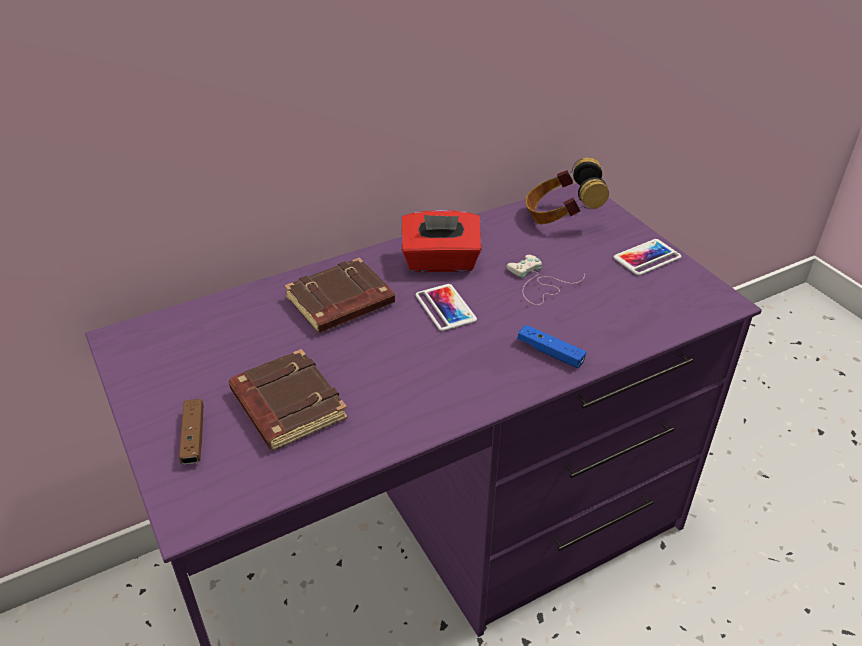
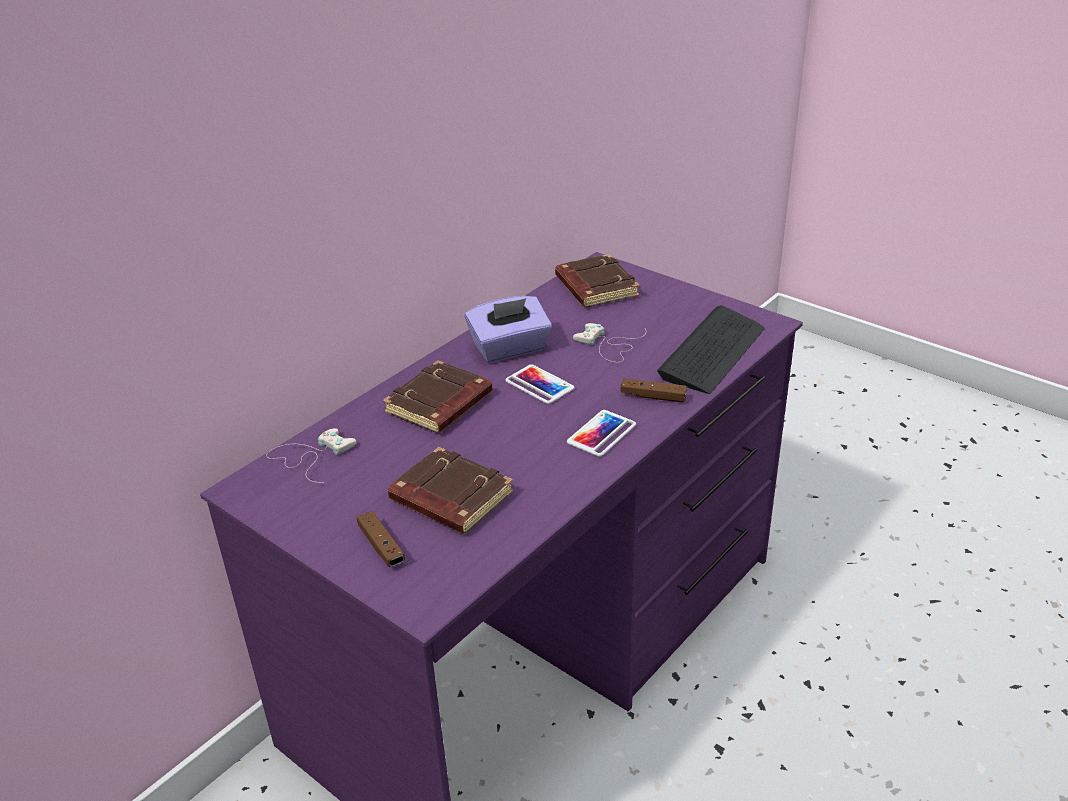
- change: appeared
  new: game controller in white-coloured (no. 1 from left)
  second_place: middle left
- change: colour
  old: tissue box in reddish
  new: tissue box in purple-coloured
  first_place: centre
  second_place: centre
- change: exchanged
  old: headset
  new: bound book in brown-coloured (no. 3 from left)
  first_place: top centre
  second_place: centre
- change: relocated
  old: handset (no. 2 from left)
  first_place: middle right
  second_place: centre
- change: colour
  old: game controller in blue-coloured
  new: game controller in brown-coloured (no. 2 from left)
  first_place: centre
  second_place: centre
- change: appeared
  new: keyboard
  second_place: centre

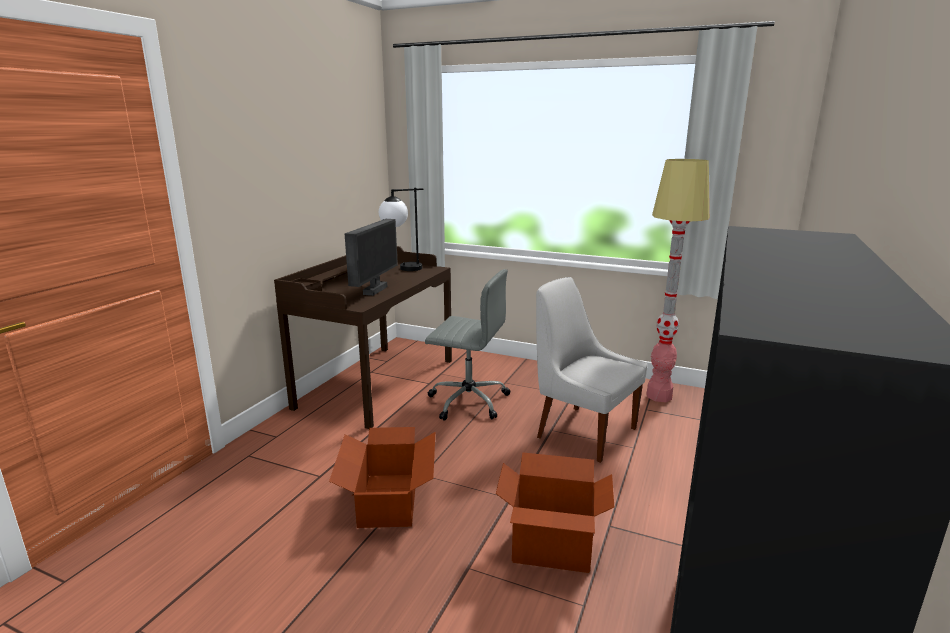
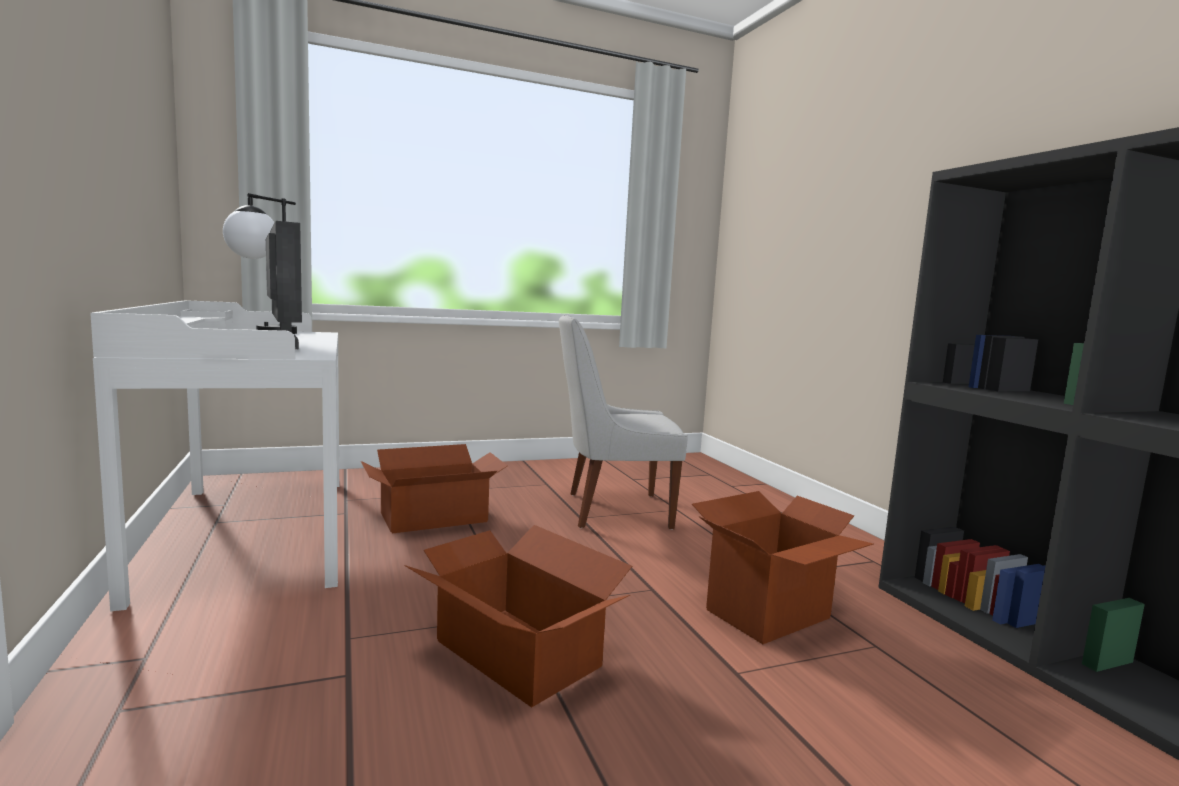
- change: colour
  old: desk unit in brown-coloured
  new: desk unit in white-coloured
  first_place: centre
  second_place: middle left
- change: exchanged
  old: office chair in greyish
  new: packing box (no. 1 from left)
  first_place: centre
  second_place: centre
- change: missing
  old: standing lamp
  first_place: middle right

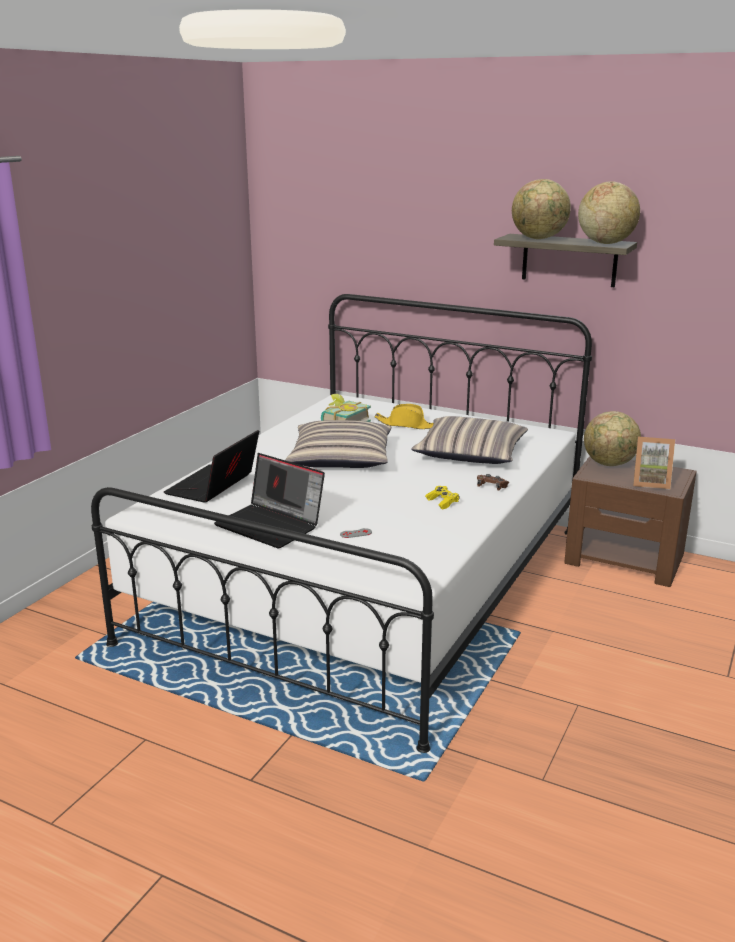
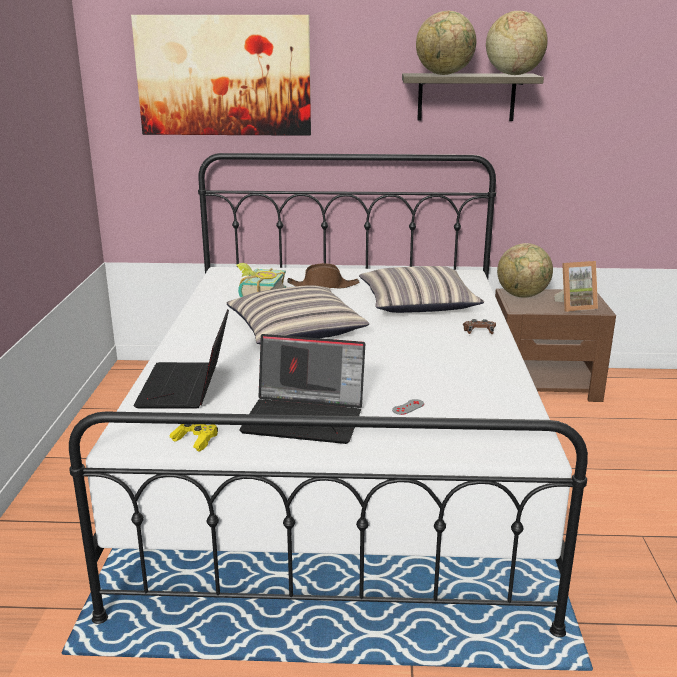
- change: appeared
  new: wall art
  second_place: top left
- change: relocated
  old: game controller in yellow-coloured
  first_place: centre
  second_place: middle left
- change: colour
  old: hat in yellow-coloured
  new: hat in brown-coloured
  first_place: centre
  second_place: centre

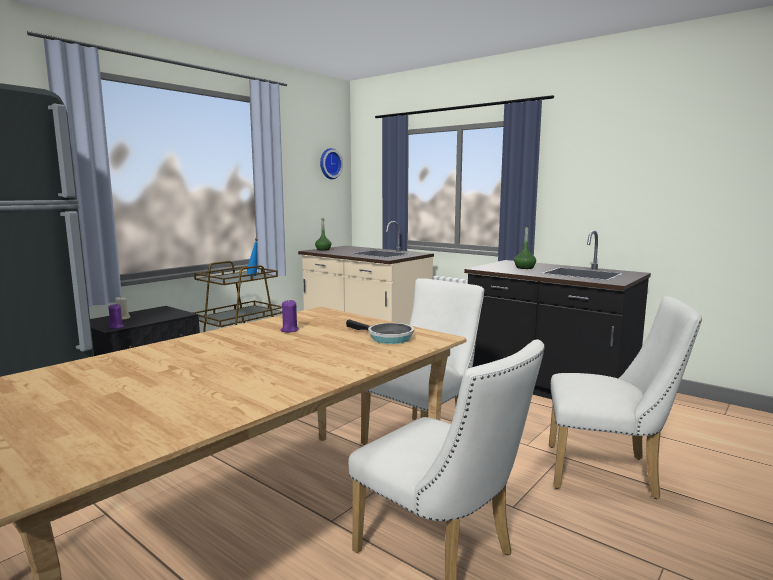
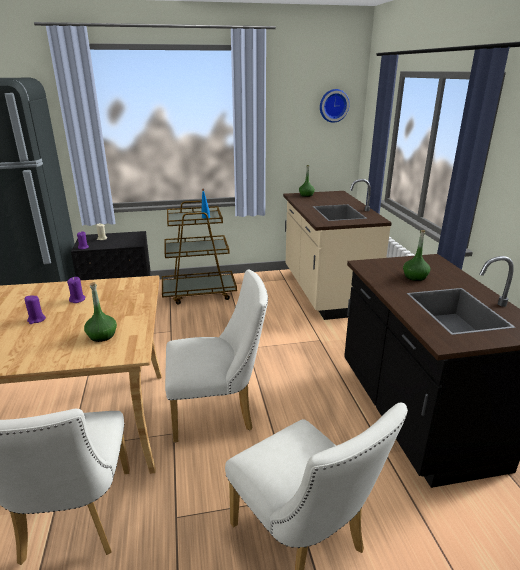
- change: appeared
  new: candle in purple-coloured (no. 1 from left)
  second_place: middle left
- change: exchanged
  old: skillet
  new: drink bottle in greenish (no. 1 from left)
  first_place: centre
  second_place: middle left

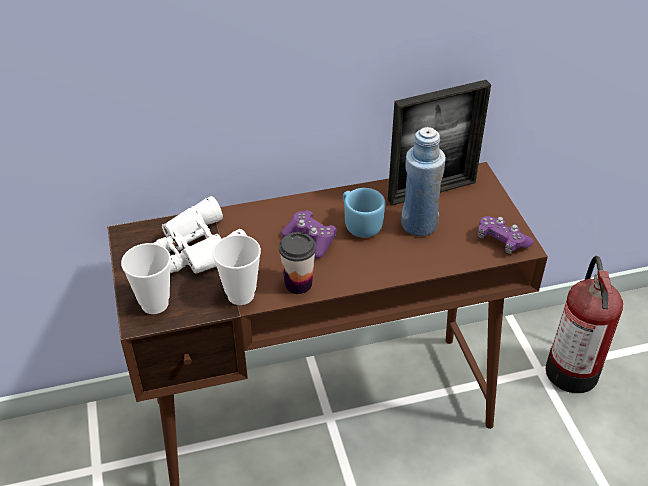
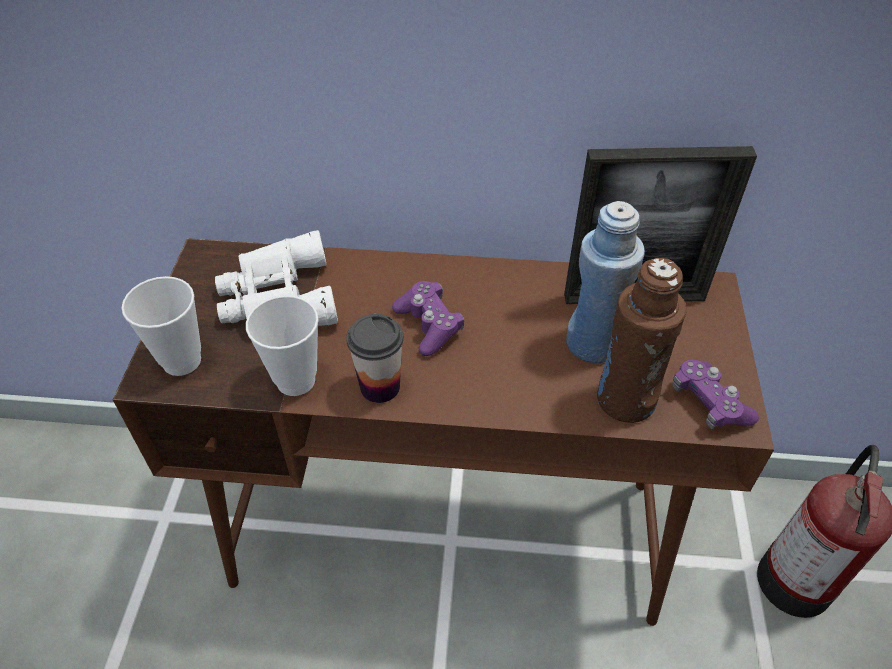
- change: appeared
  new: drink bottle in brown-coloured
  second_place: middle right
- change: missing
  old: tea mug in blue-coloured
  first_place: centre

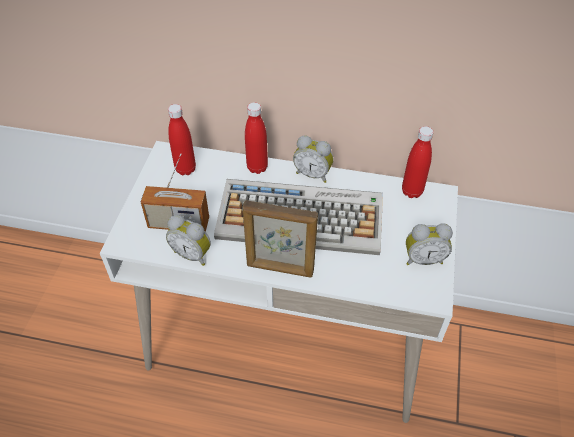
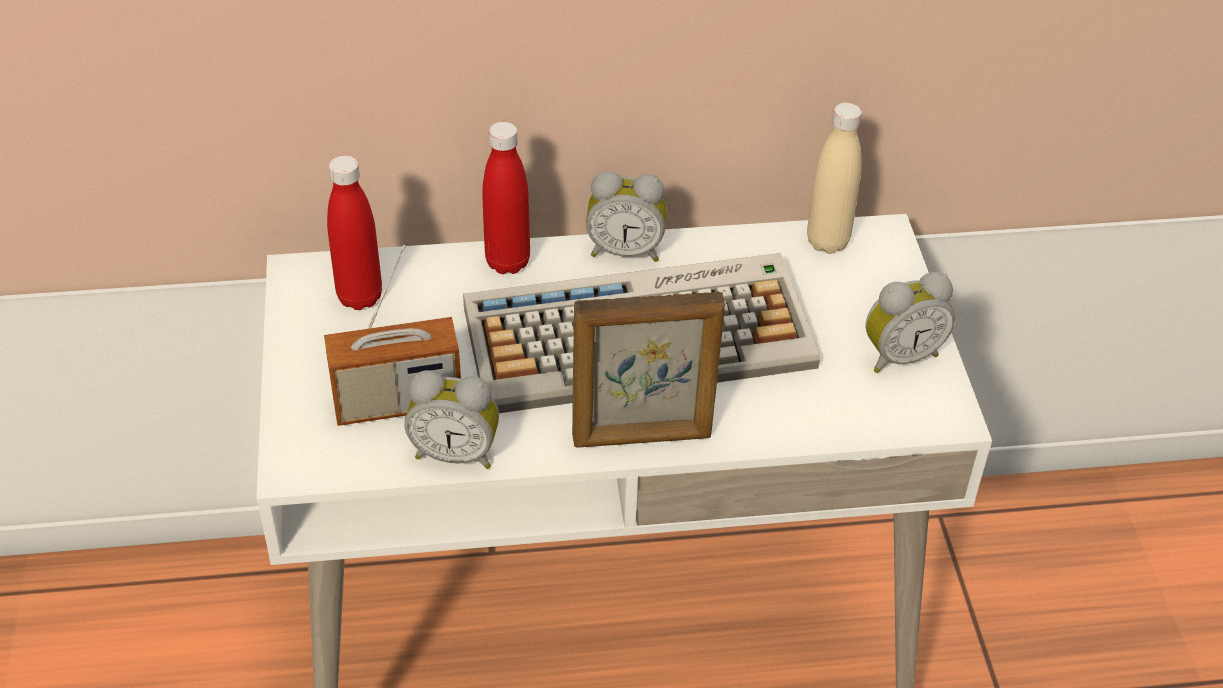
- change: colour
  old: drink bottle in reddish (no. 3 from left)
  new: drink bottle in beige
  first_place: middle right
  second_place: top right

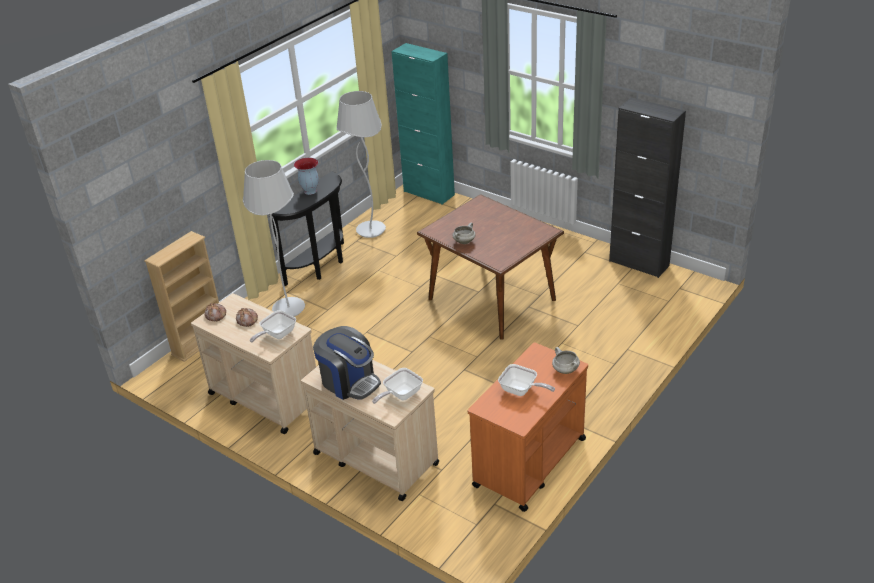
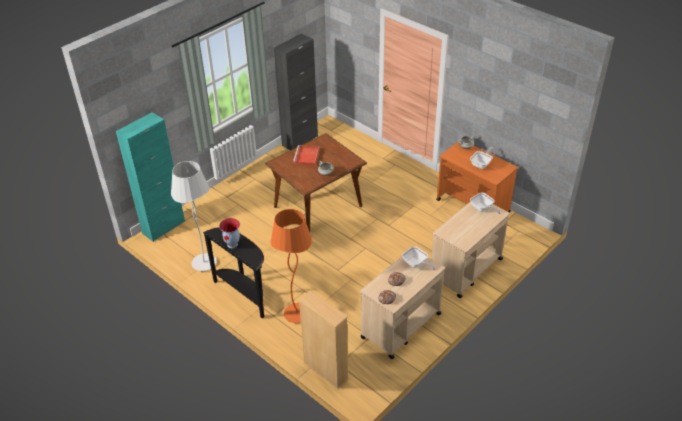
- change: colour
  old: standing lamp in white-coloured (no. 1 from left)
  new: standing lamp in orangey
  first_place: middle left
  second_place: centre
- change: appeared
  new: tray in reddish
  second_place: centre
- change: missing
  old: coffee machine
  first_place: centre

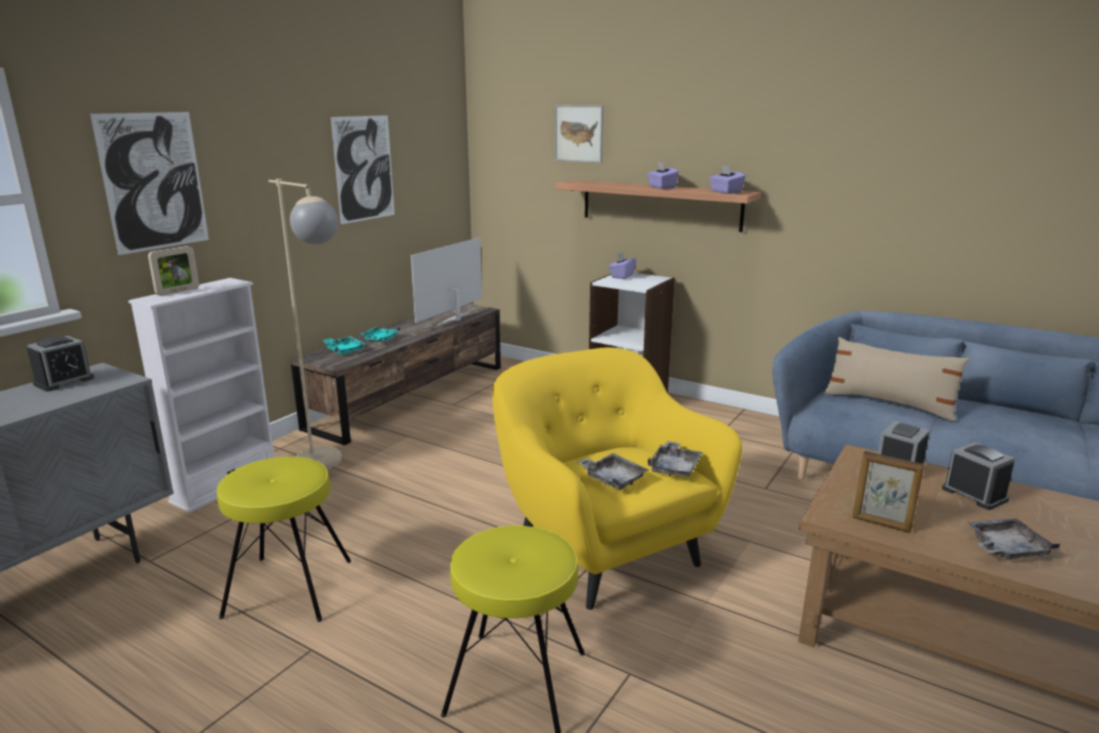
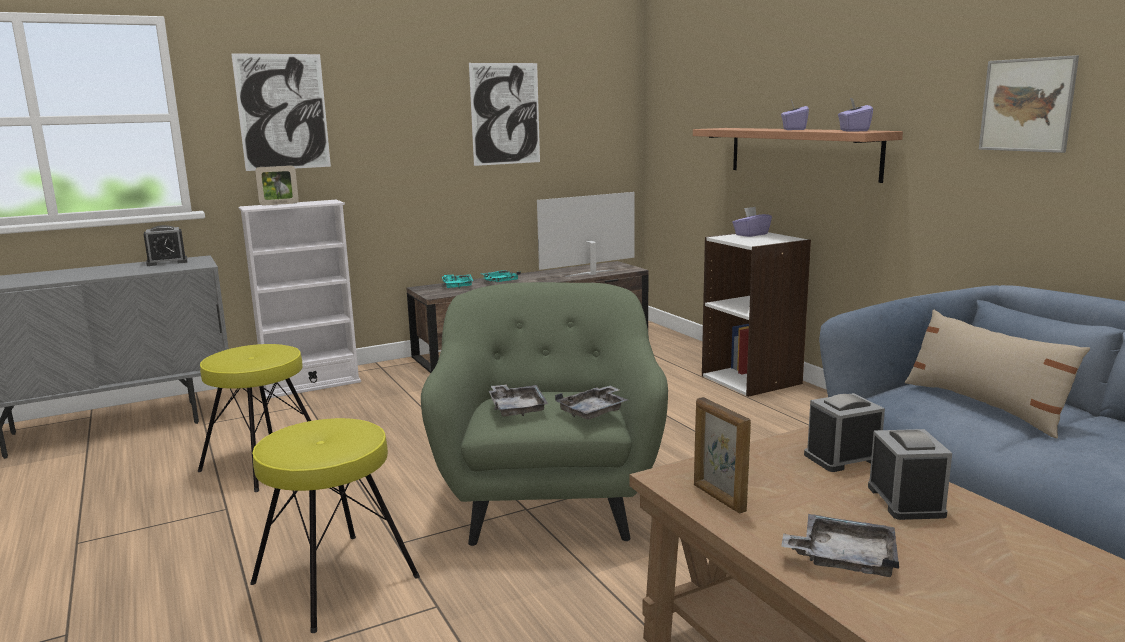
- change: colour
  old: lounge chair in yellow-coloured
  new: lounge chair in greenish
  first_place: centre
  second_place: centre
- change: relocated
  old: wall art (no. 3 from left)
  first_place: top centre
  second_place: top right
- change: missing
  old: standing lamp in beige
  first_place: middle left

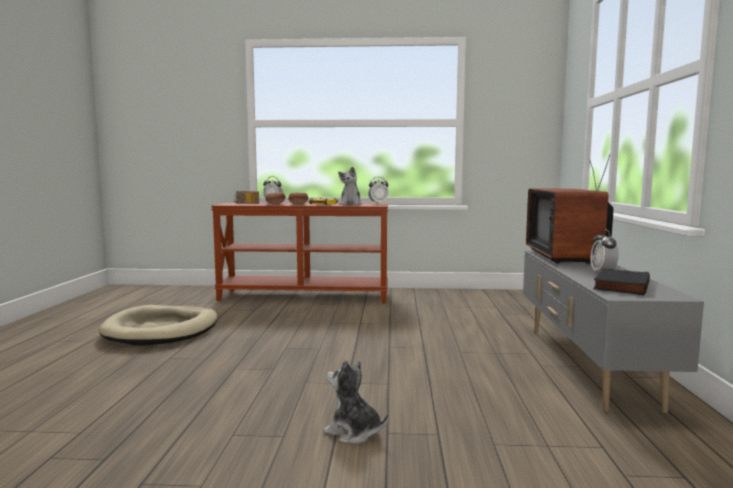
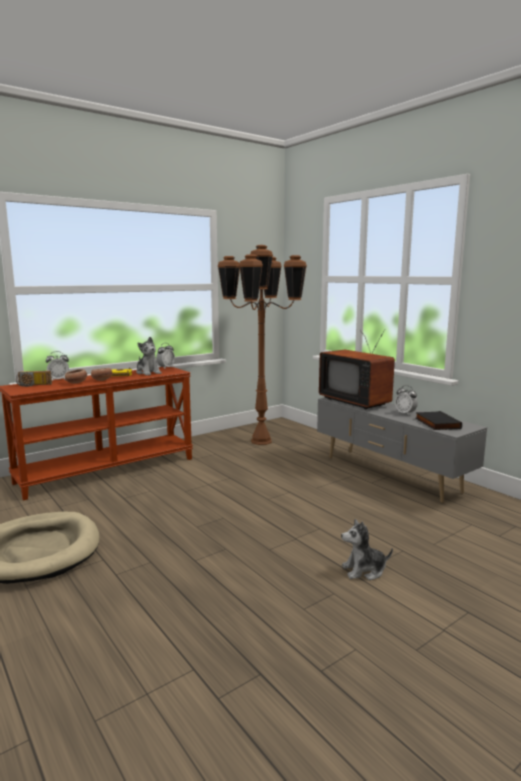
- change: appeared
  new: standing lamp in brown-coloured
  second_place: centre

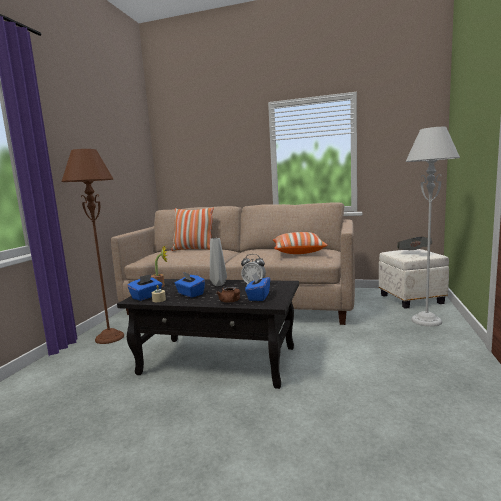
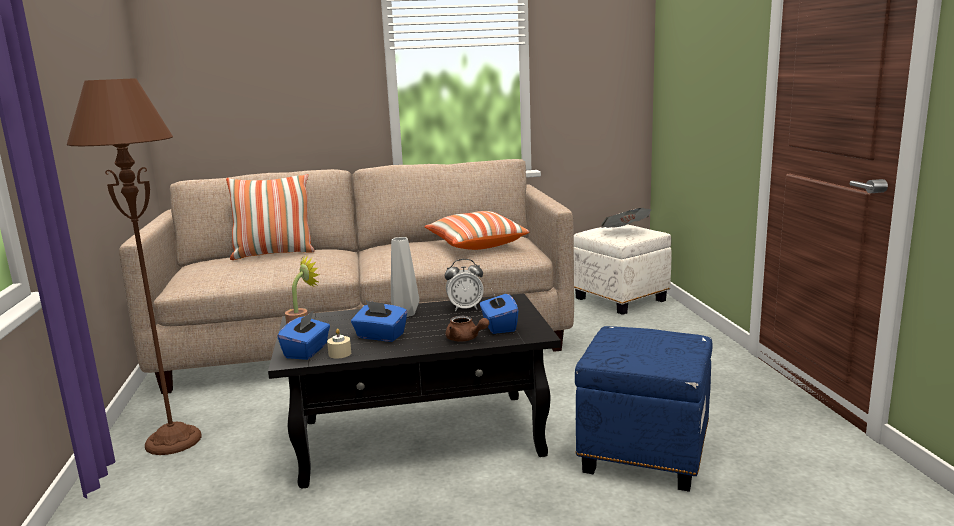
- change: appeared
  new: pouffe in blue-coloured
  second_place: bottom right
- change: missing
  old: standing lamp in greyish
  first_place: middle right

